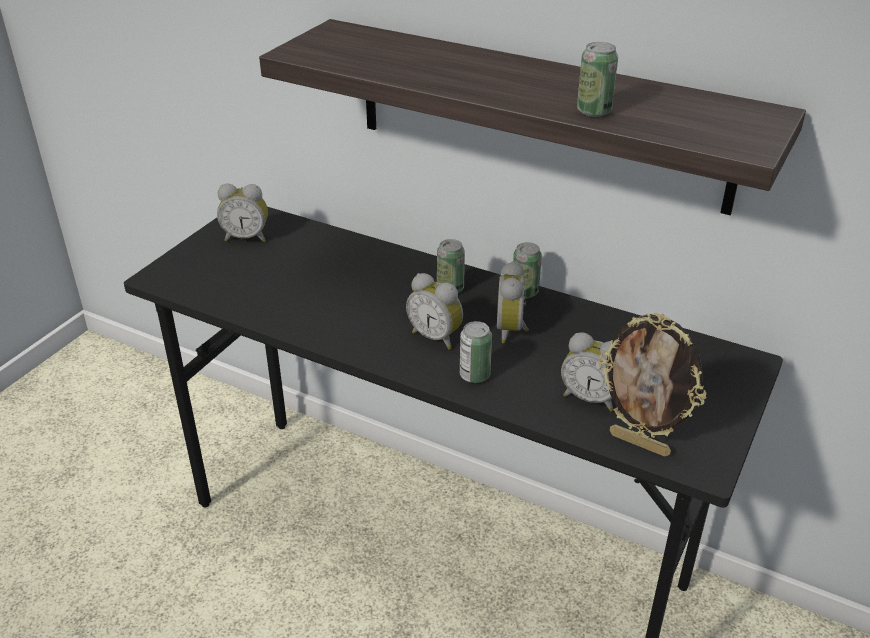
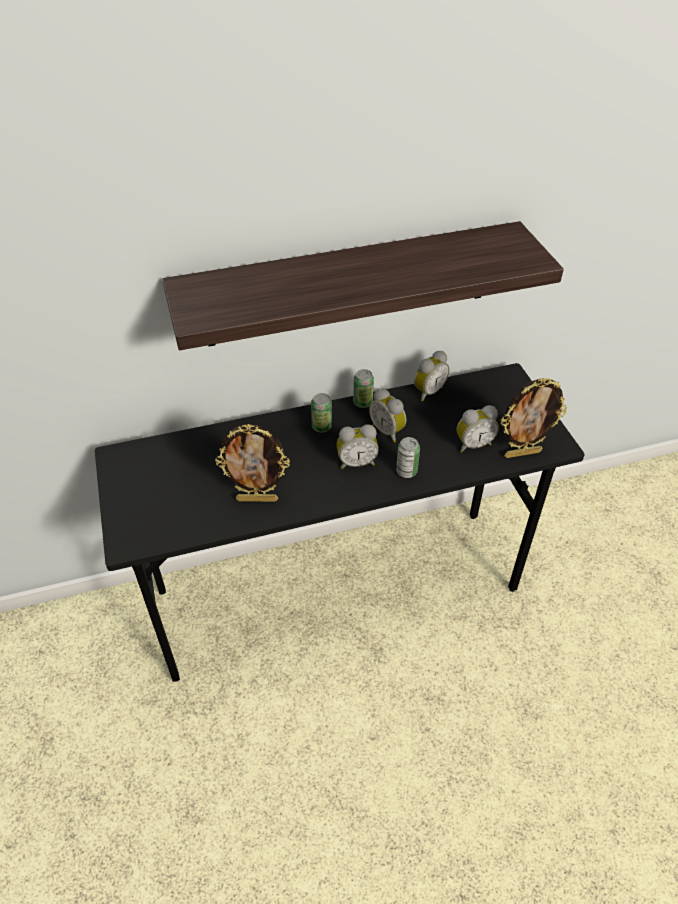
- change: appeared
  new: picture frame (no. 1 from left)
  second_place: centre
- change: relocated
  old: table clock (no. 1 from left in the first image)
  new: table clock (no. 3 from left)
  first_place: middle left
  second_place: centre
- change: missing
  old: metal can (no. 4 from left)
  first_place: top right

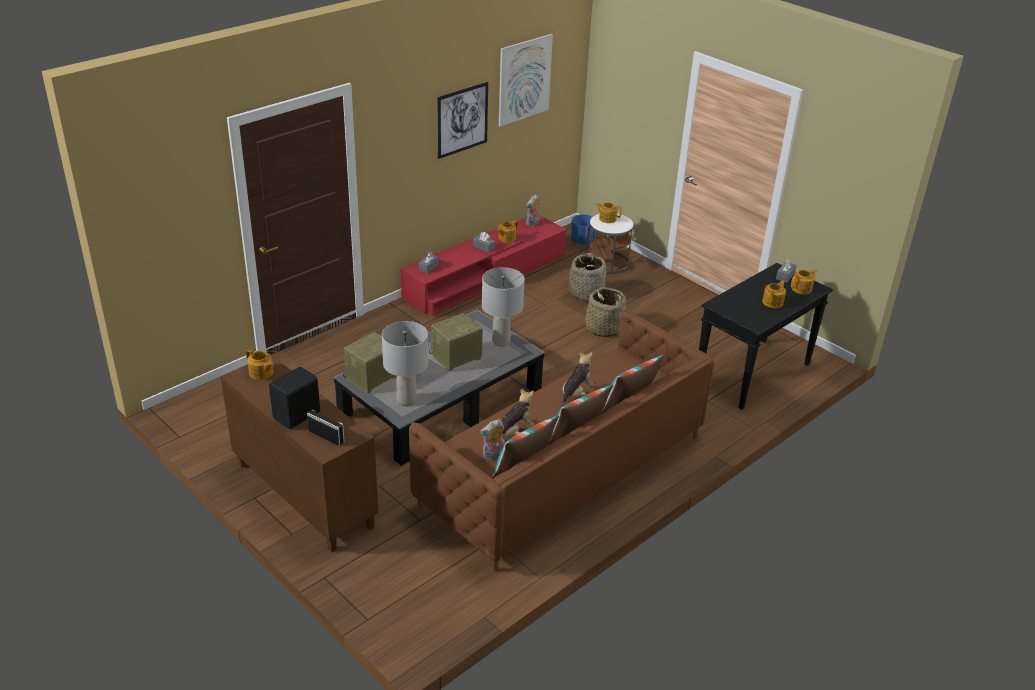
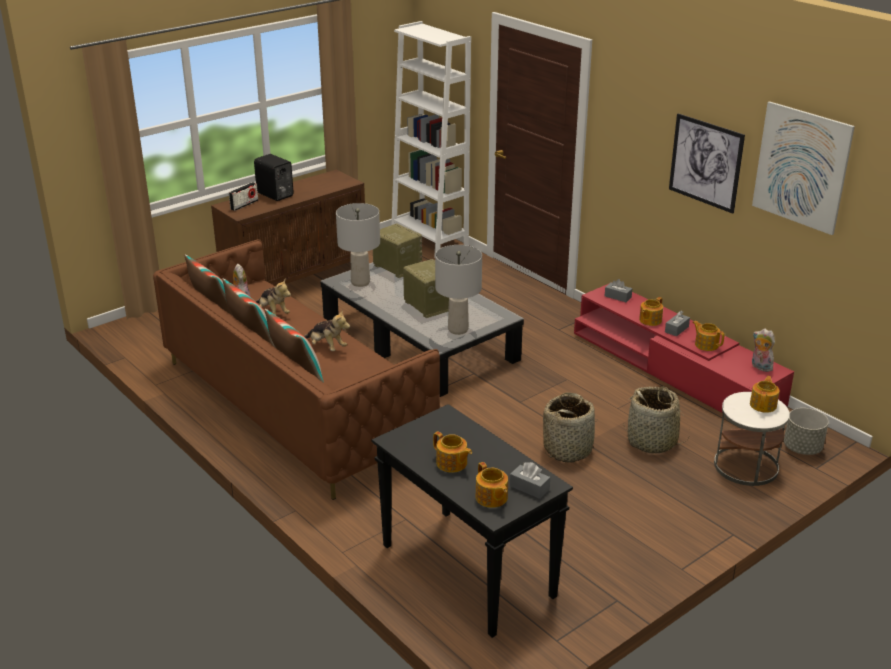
- change: appeared
  new: bookcase in white-coloured
  second_place: top centre
- change: relocated
  old: tea pot (no. 1 from left in the first image)
  new: tea pot (no. 3 from left)
  first_place: middle left
  second_place: middle right
- change: colour
  old: planter in blue-coloured
  new: planter in greyish
  first_place: top centre
  second_place: middle right

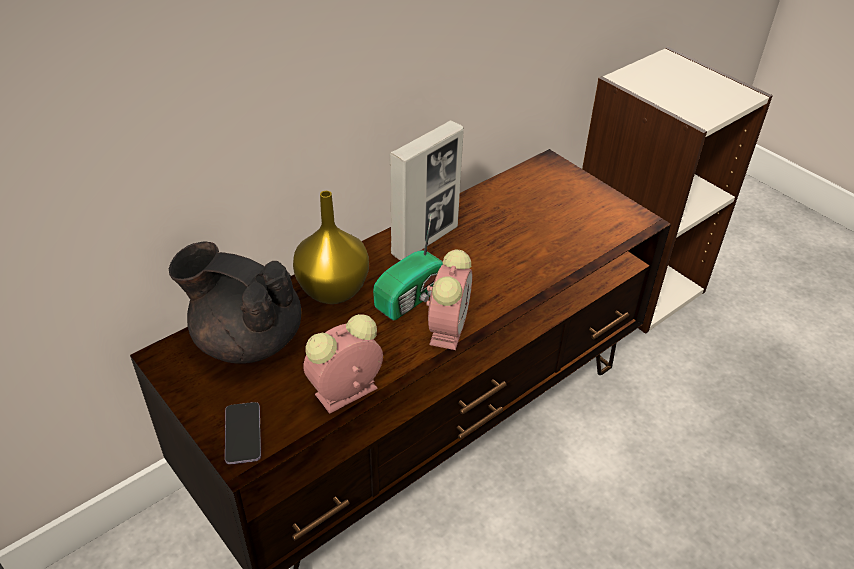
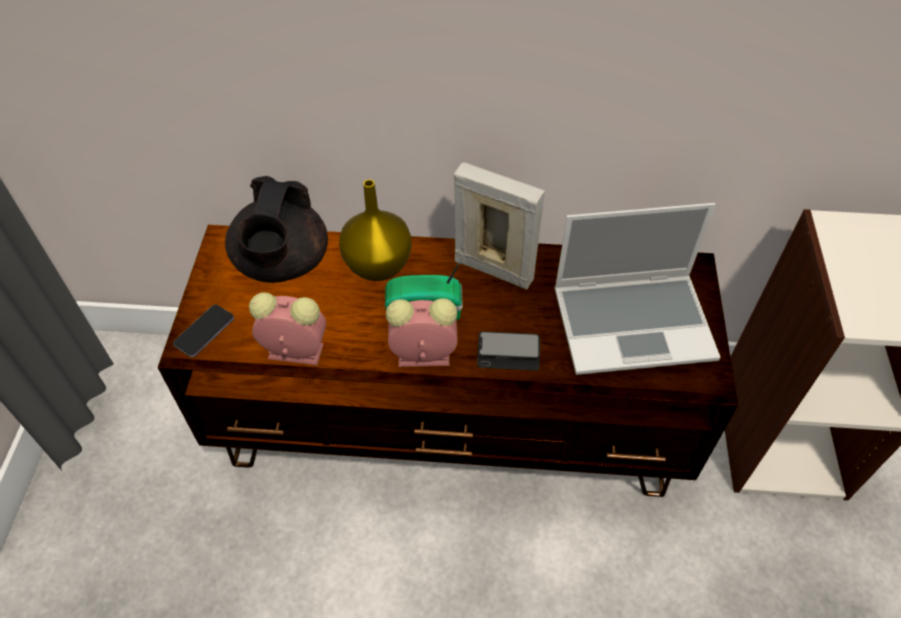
- change: spun
  old: tea pot in black
  first_place: middle left
  second_place: middle left
  degrees: -150
- change: spun
  old: table clock (no. 2 from left)
  first_place: centre
  second_place: centre
  degrees: -150
- change: spun
  old: picture frame
  first_place: centre
  second_place: centre
  degrees: -150
- change: appeared
  new: handset (no. 2 from left)
  second_place: centre
- change: appeared
  new: portable computer
  second_place: middle right

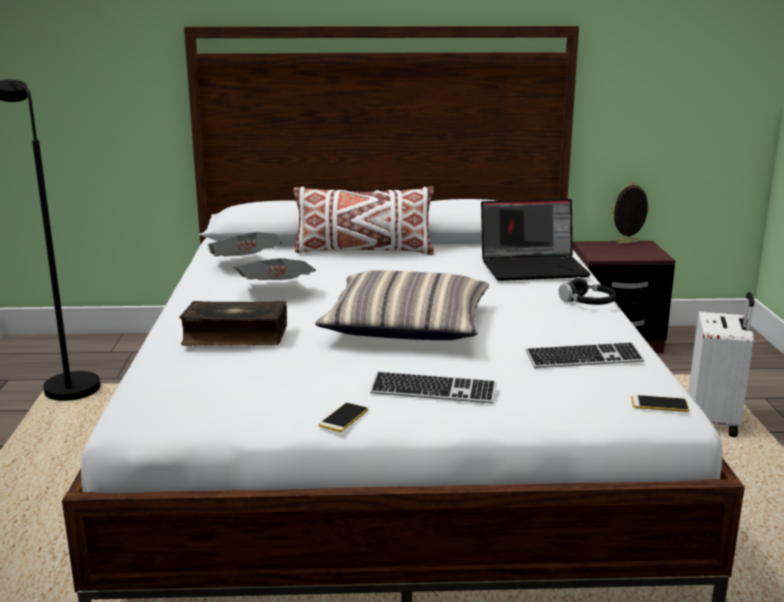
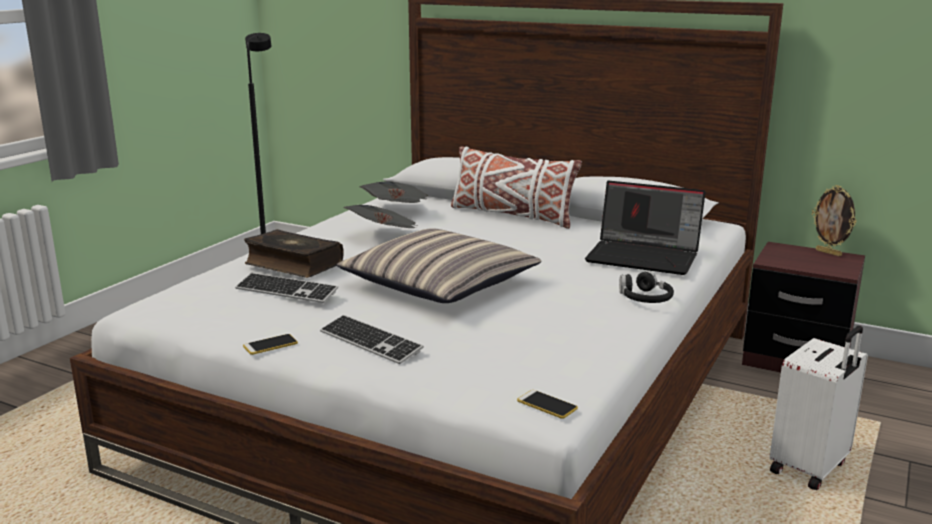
- change: relocated
  old: keyboard (no. 2 from left in the first image)
  new: keyboard (no. 1 from left)
  first_place: middle right
  second_place: middle left
- change: spun
  old: picture frame
  first_place: middle right
  second_place: middle right
  degrees: -150

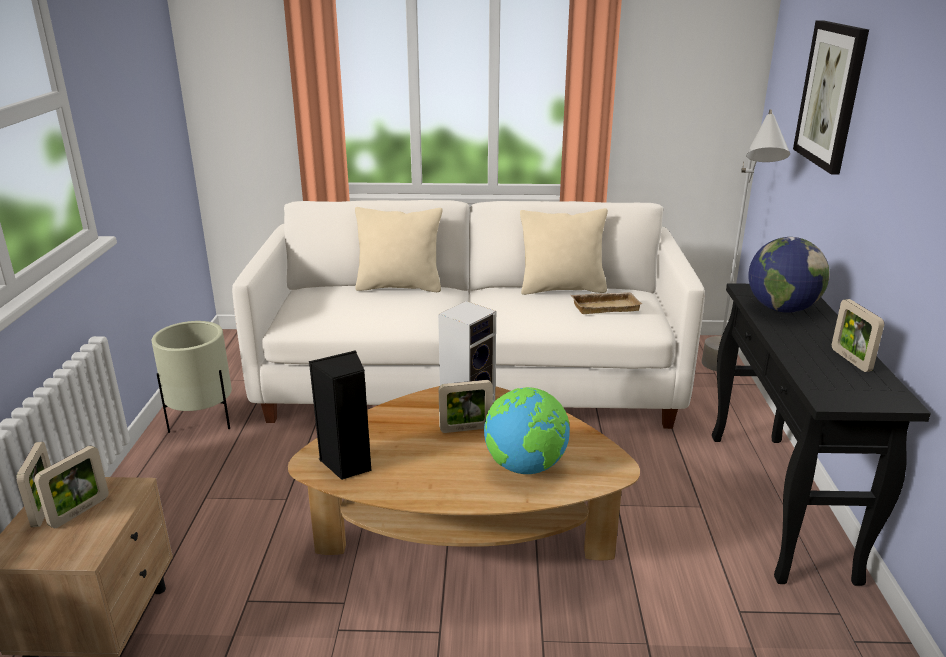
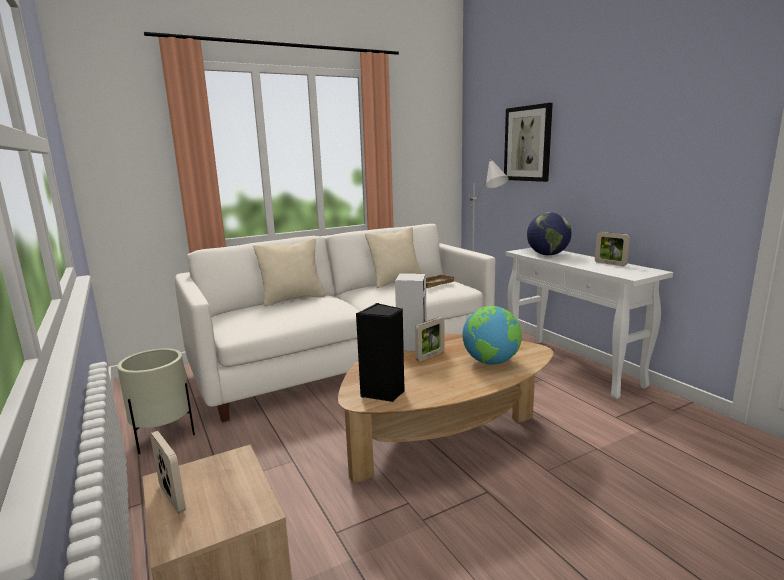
- change: colour
  old: console table in black
  new: console table in white-coloured
  first_place: middle right
  second_place: middle right
- change: missing
  old: picture frame (no. 2 from left)
  first_place: bottom left

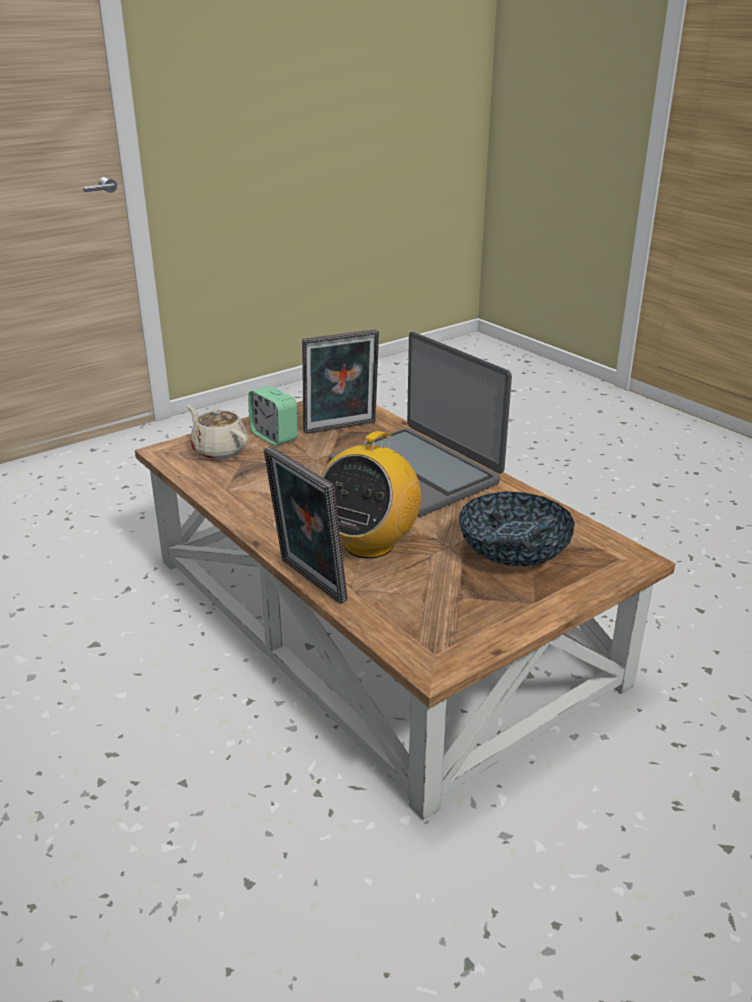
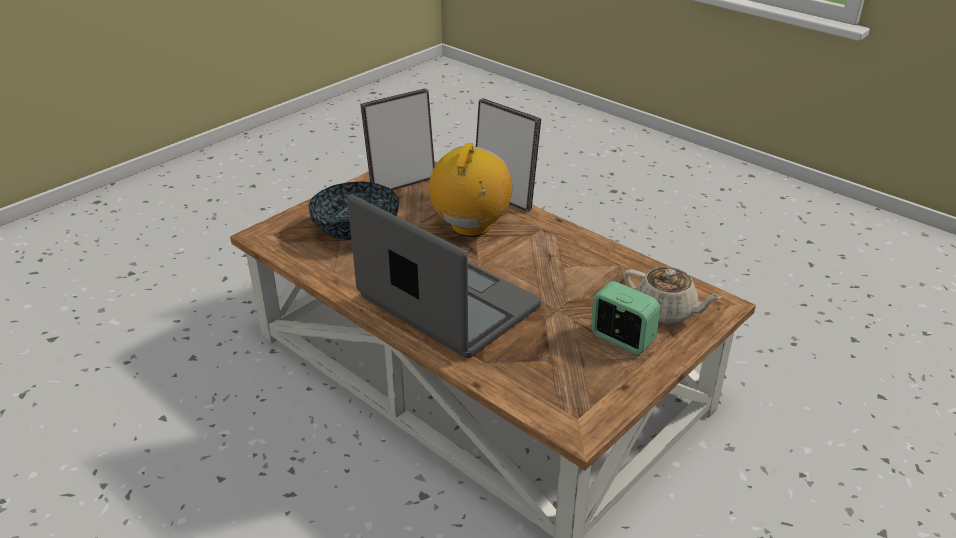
- change: relocated
  old: picture frame (no. 2 from left in the first image)
  new: picture frame (no. 1 from left)
  first_place: centre
  second_place: top centre

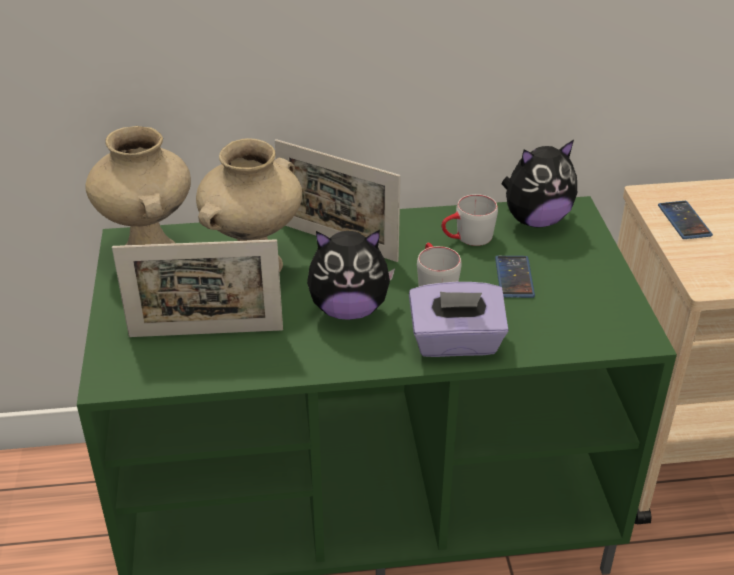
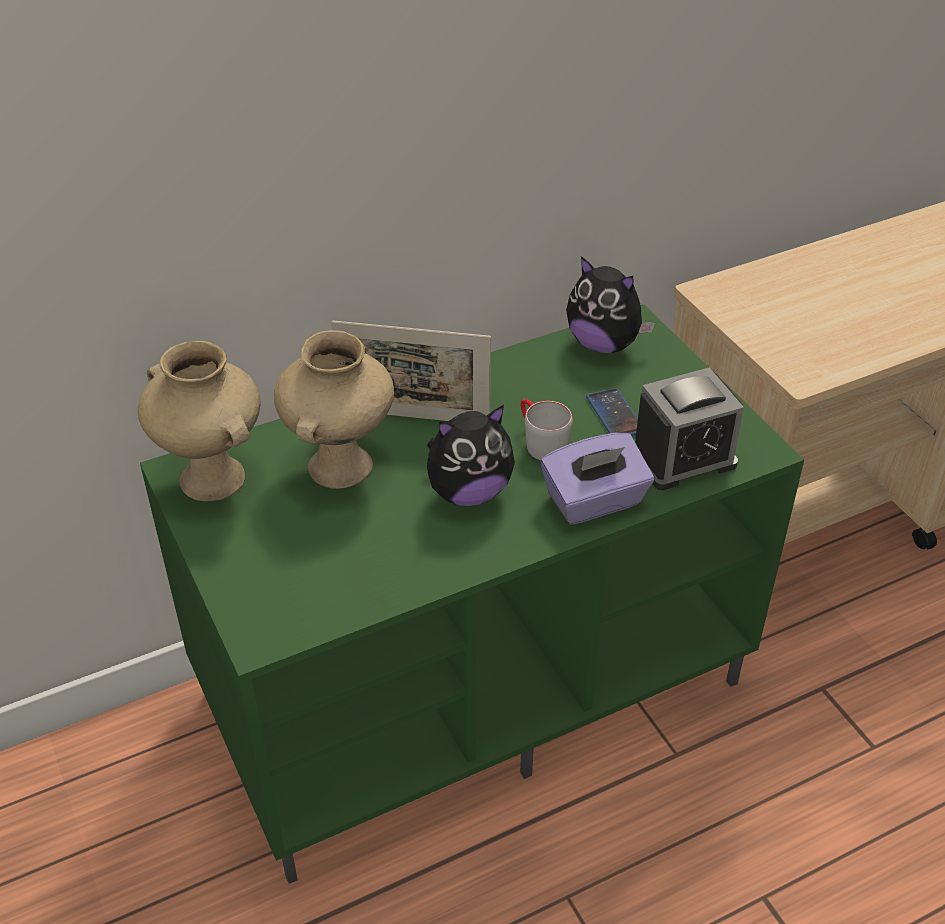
- change: spun
  old: soft toy (no. 2 from left)
  first_place: top right
  second_place: top centre
  degrees: 75
- change: appeared
  new: table clock
  second_place: middle right
- change: missing
  old: picture frame (no. 1 from left)
  first_place: middle left
- change: missing
  old: tea mug in greyish (no. 2 from left)
  first_place: centre
- change: missing
  old: handset (no. 2 from left)
  first_place: middle right

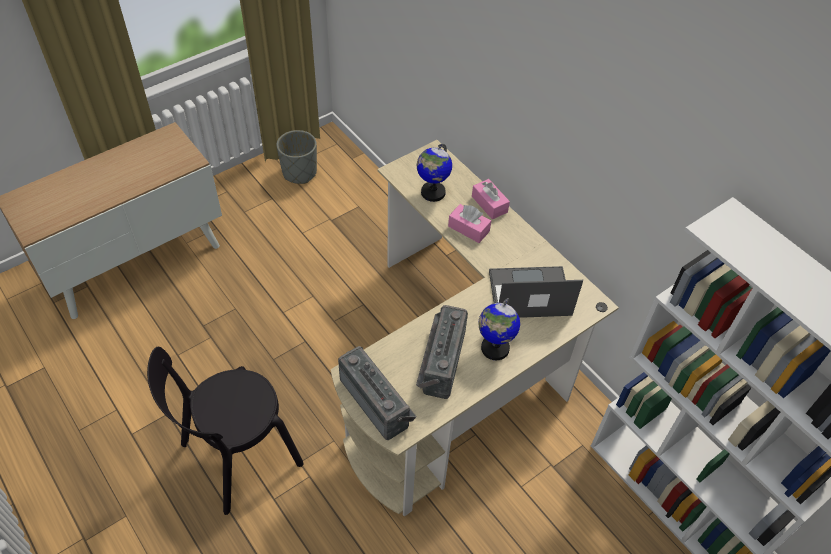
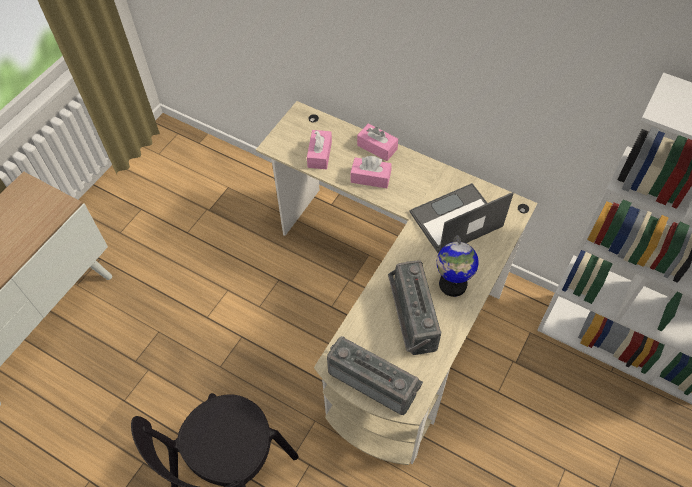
- change: exchanged
  old: world globe (no. 1 from left)
  new: tissue box in pinkish (no. 1 from left)
  first_place: top centre
  second_place: top centre
- change: missing
  old: planter in greyish
  first_place: top centre

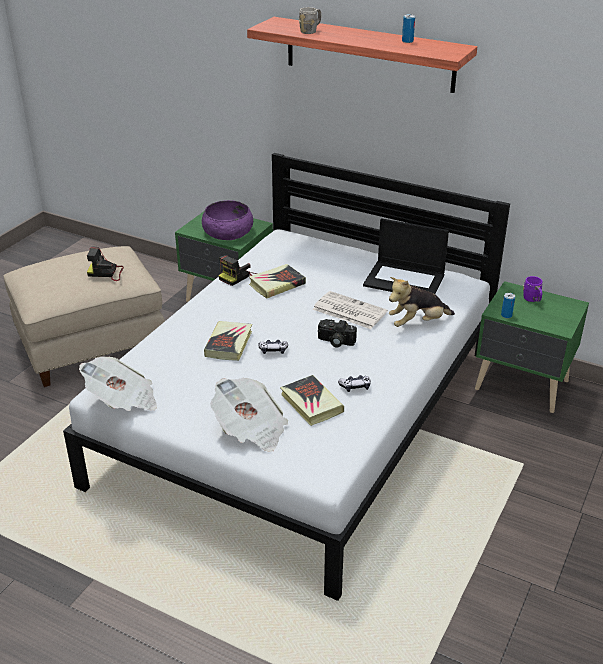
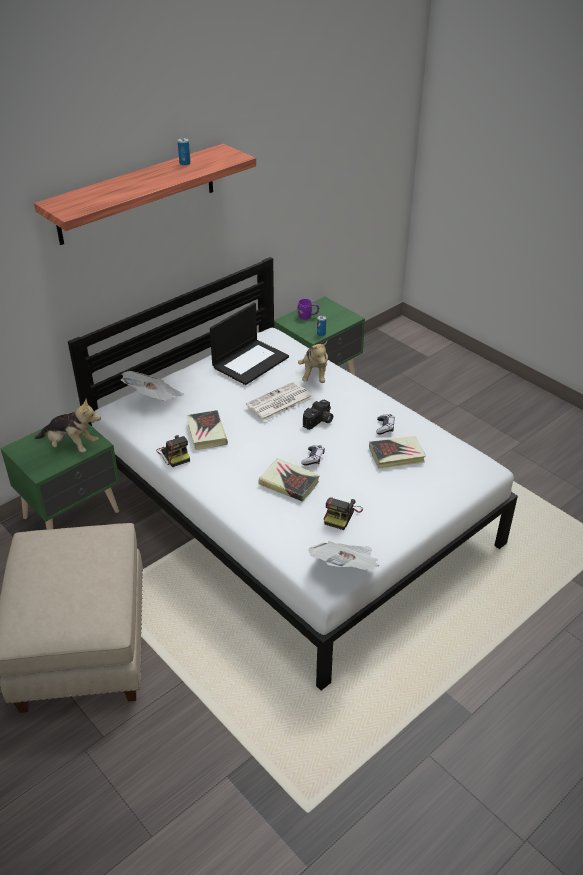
- change: exchanged
  old: deep dish in purple-coloured
  new: soft toy (no. 1 from left)
  first_place: top centre
  second_place: middle left
- change: relocated
  old: printed paper (no. 2 from left in the first image)
  new: printed paper (no. 1 from left)
  first_place: centre
  second_place: middle left
- change: relocated
  old: photo camera (no. 1 from left in the first image)
  new: photo camera (no. 3 from left)
  first_place: middle left
  second_place: centre
- change: missing
  old: tea mug in greyish
  first_place: top centre

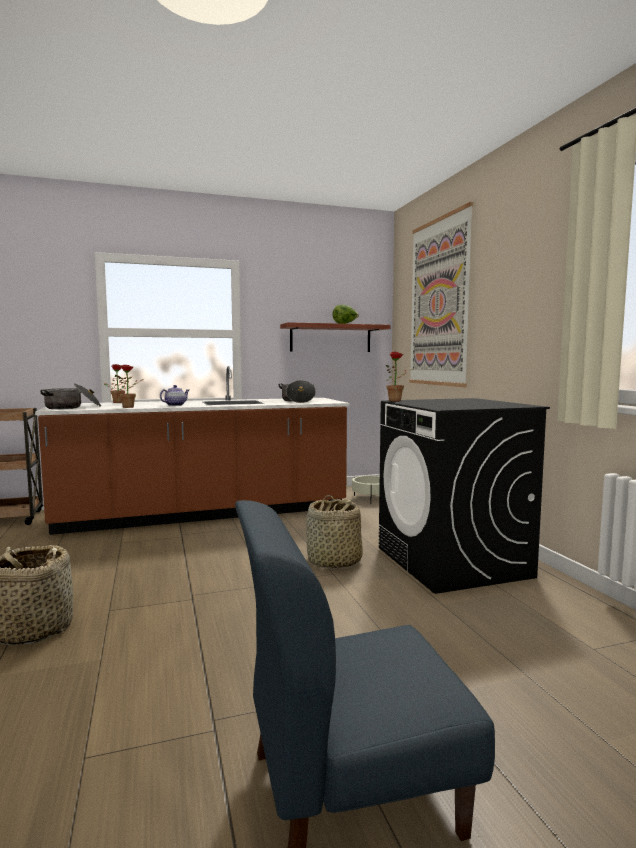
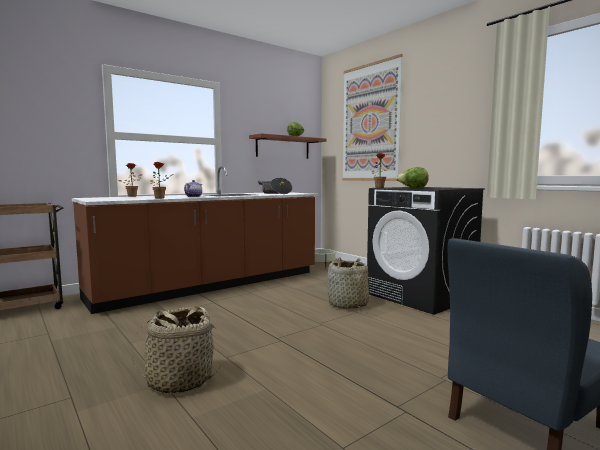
- change: appeared
  new: lettuce (no. 2 from left)
  second_place: middle right
- change: missing
  old: cooking pot (no. 1 from left)
  first_place: middle left

